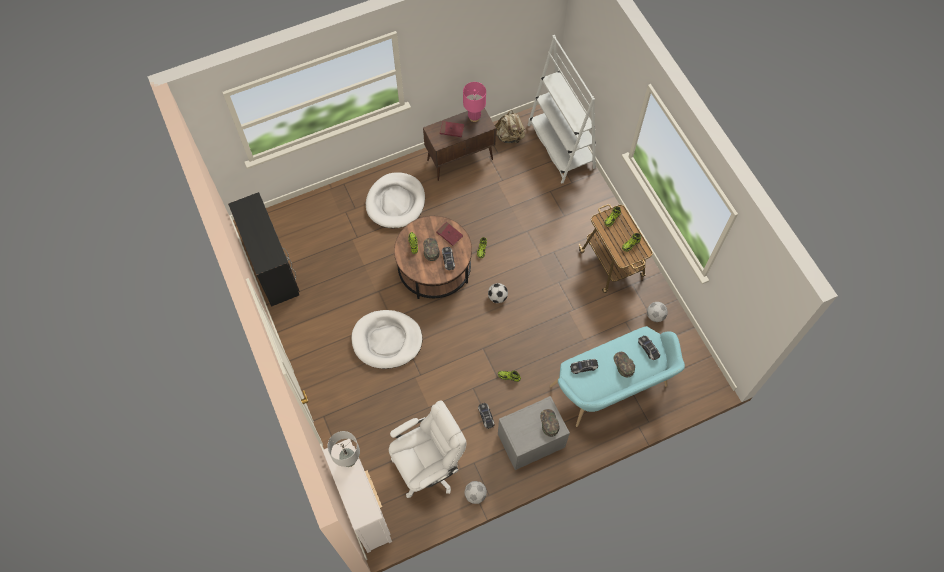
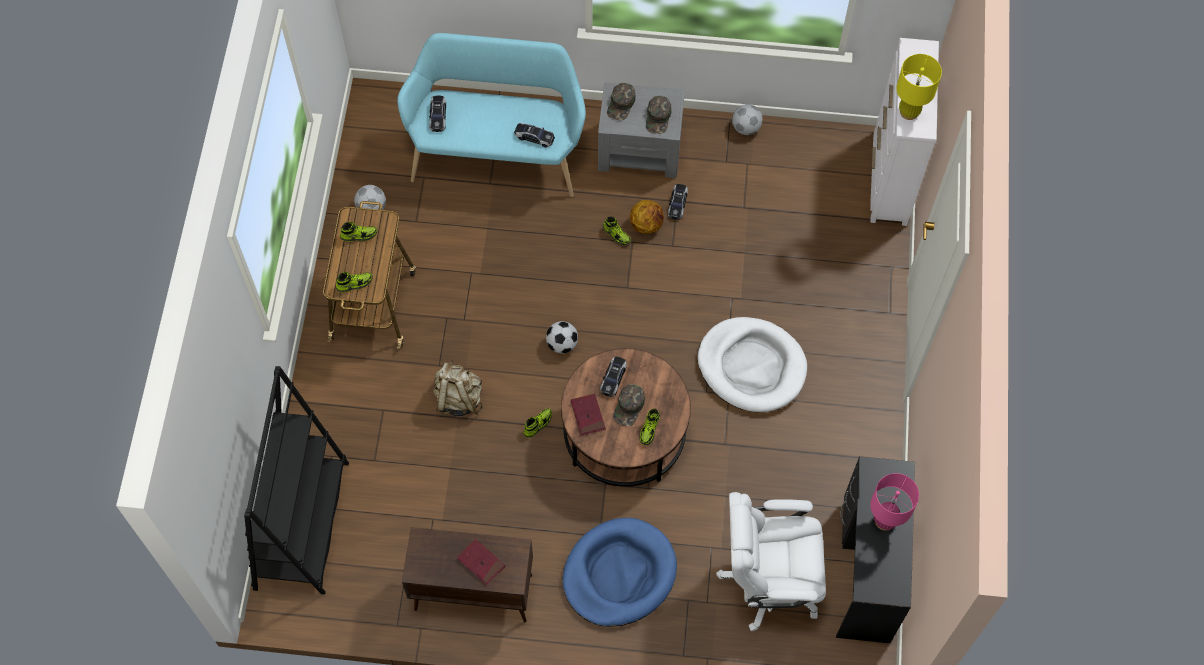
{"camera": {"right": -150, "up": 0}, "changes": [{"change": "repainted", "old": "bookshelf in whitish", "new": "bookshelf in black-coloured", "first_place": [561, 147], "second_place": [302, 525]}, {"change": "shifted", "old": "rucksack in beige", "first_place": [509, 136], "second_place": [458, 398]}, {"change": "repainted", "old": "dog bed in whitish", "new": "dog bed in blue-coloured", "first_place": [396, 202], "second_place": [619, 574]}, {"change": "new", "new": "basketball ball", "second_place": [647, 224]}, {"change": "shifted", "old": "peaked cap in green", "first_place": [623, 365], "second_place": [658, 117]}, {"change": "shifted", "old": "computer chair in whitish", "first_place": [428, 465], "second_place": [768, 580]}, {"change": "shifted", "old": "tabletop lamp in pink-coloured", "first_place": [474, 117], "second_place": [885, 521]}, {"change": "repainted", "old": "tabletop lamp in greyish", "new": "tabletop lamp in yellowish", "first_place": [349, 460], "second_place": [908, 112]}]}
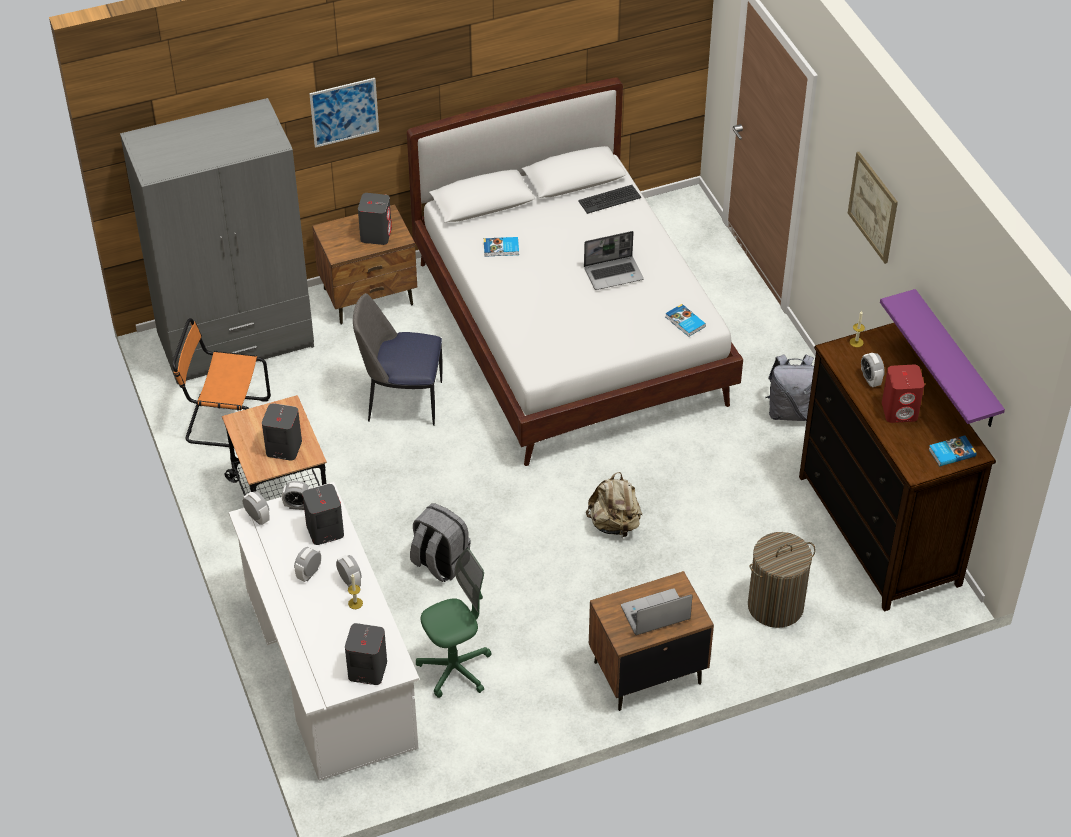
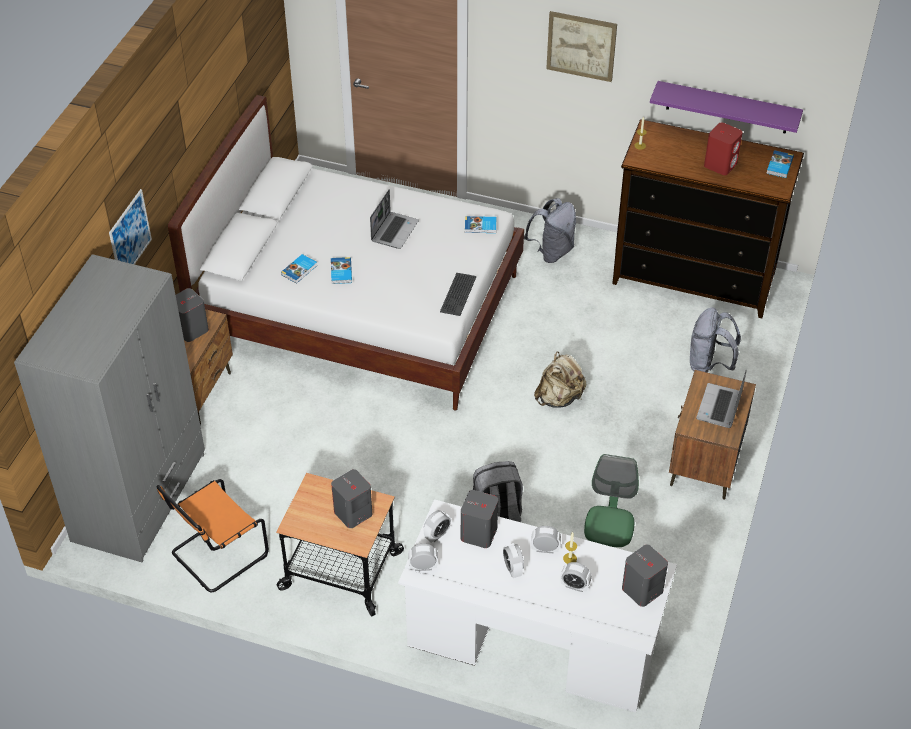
{"camera": {"right": -50, "up": 0}, "changes": [{"change": "new", "new": "book", "second_place": [340, 272]}, {"change": "shifted", "old": "computer keyboard", "first_place": [609, 199], "second_place": [457, 294]}, {"change": "shifted", "old": "table clock", "first_place": [870, 379], "second_place": [574, 586]}, {"change": "swapped", "old": "hamper", "new": "rucksack in greyish", "first_place": [775, 606], "second_place": [709, 365]}, {"change": "gone", "old": "plain chair", "first_place": [402, 400]}]}
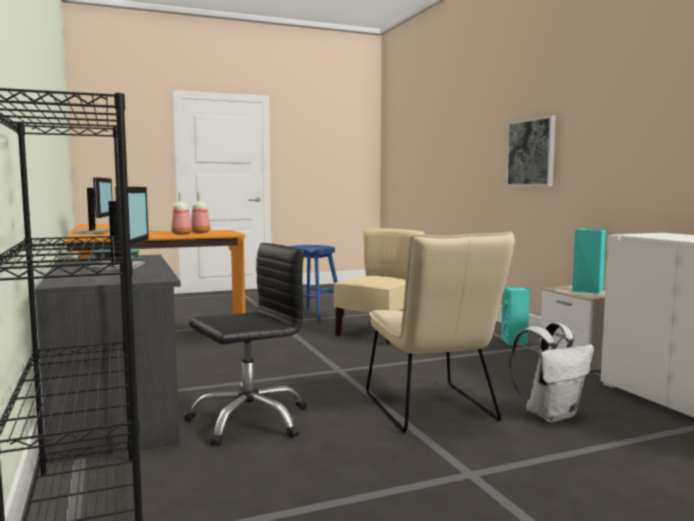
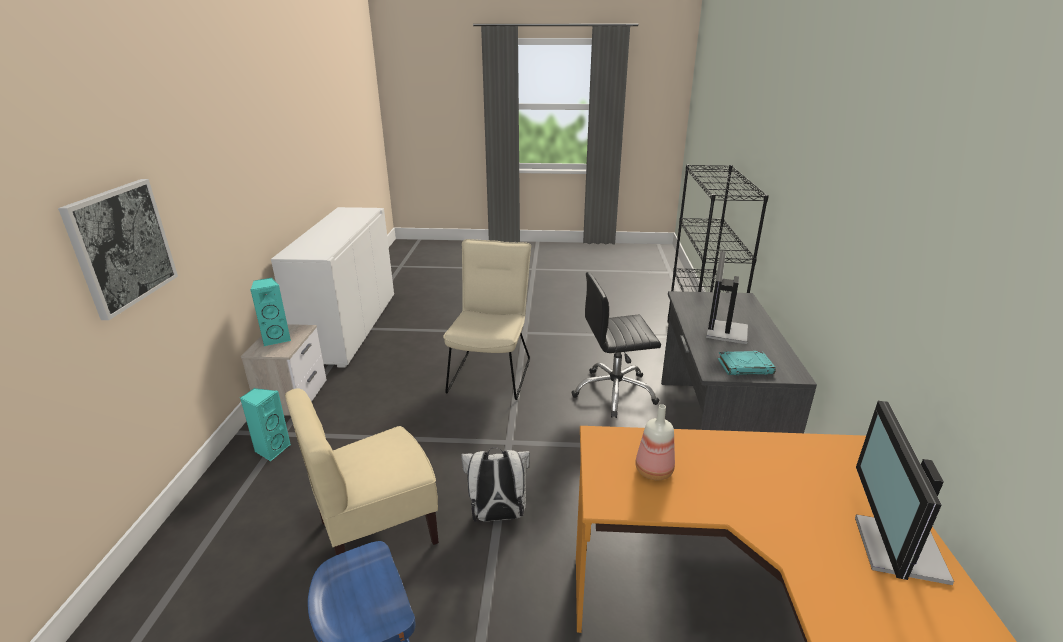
{"camera": {"right": -155, "up": 20}, "changes": [{"change": "shifted", "old": "rucksack in whitish", "first_place": [551, 415], "second_place": [498, 516]}, {"change": "gone", "old": "drink bottle", "first_place": [182, 234]}]}
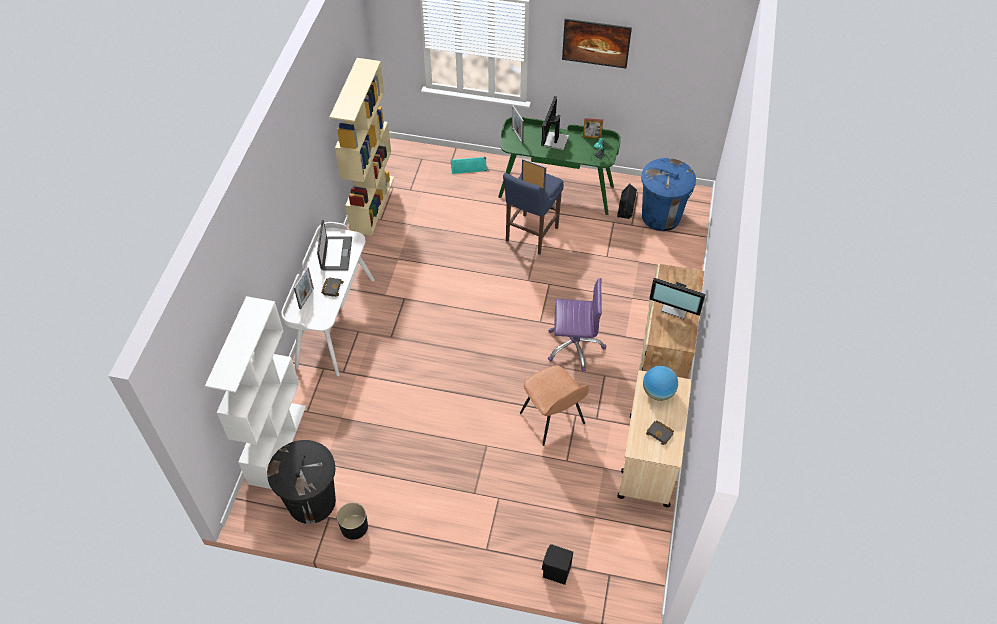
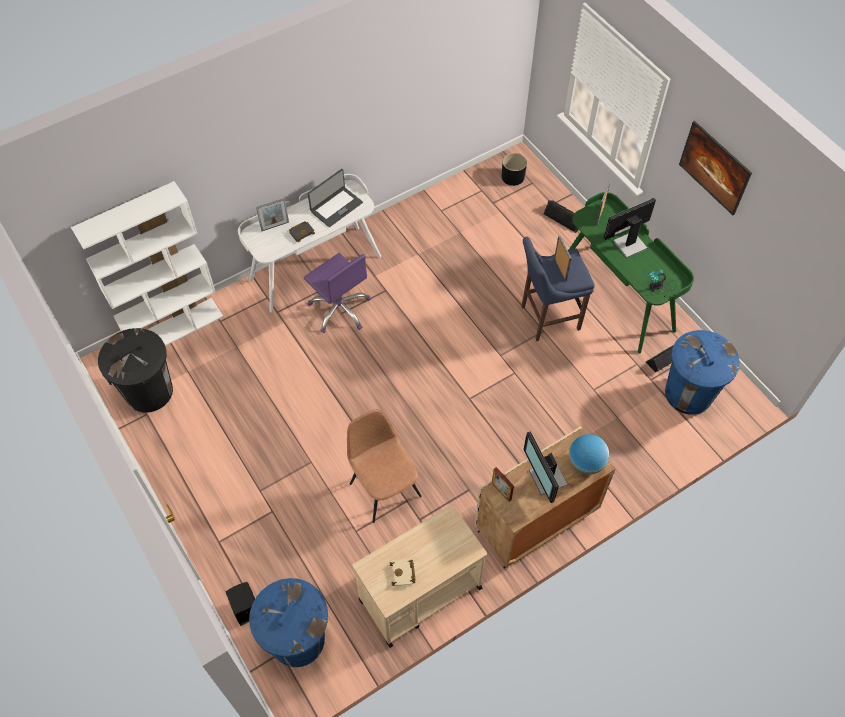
{"camera": {"right": 45, "up": 5}, "changes": [{"change": "new", "new": "trash can in blue-coloured", "second_place": [297, 639]}, {"change": "shifted", "old": "computer chair in purple", "first_place": [574, 346], "second_place": [340, 309]}, {"change": "rotated", "old": "plain chair in brown-coloured", "first_place": [553, 419], "second_place": [384, 488], "degrees": 135}, {"change": "repainted", "old": "book in black-coloured", "new": "book in beige", "first_place": [660, 433], "second_place": [403, 574]}, {"change": "shifted", "old": "photo frame", "first_place": [592, 137], "second_place": [501, 491]}, {"change": "shifted", "old": "planter in black-coloured", "first_place": [354, 527], "second_place": [512, 177]}, {"change": "repainted", "old": "audio speaker in turquoise-coloured", "new": "audio speaker in black-coloured", "first_place": [468, 166], "second_place": [564, 218]}, {"change": "shifted", "old": "world globe", "first_place": [658, 392], "second_place": [586, 462]}, {"change": "gone", "old": "bookshelf in beige", "first_place": [372, 203]}]}
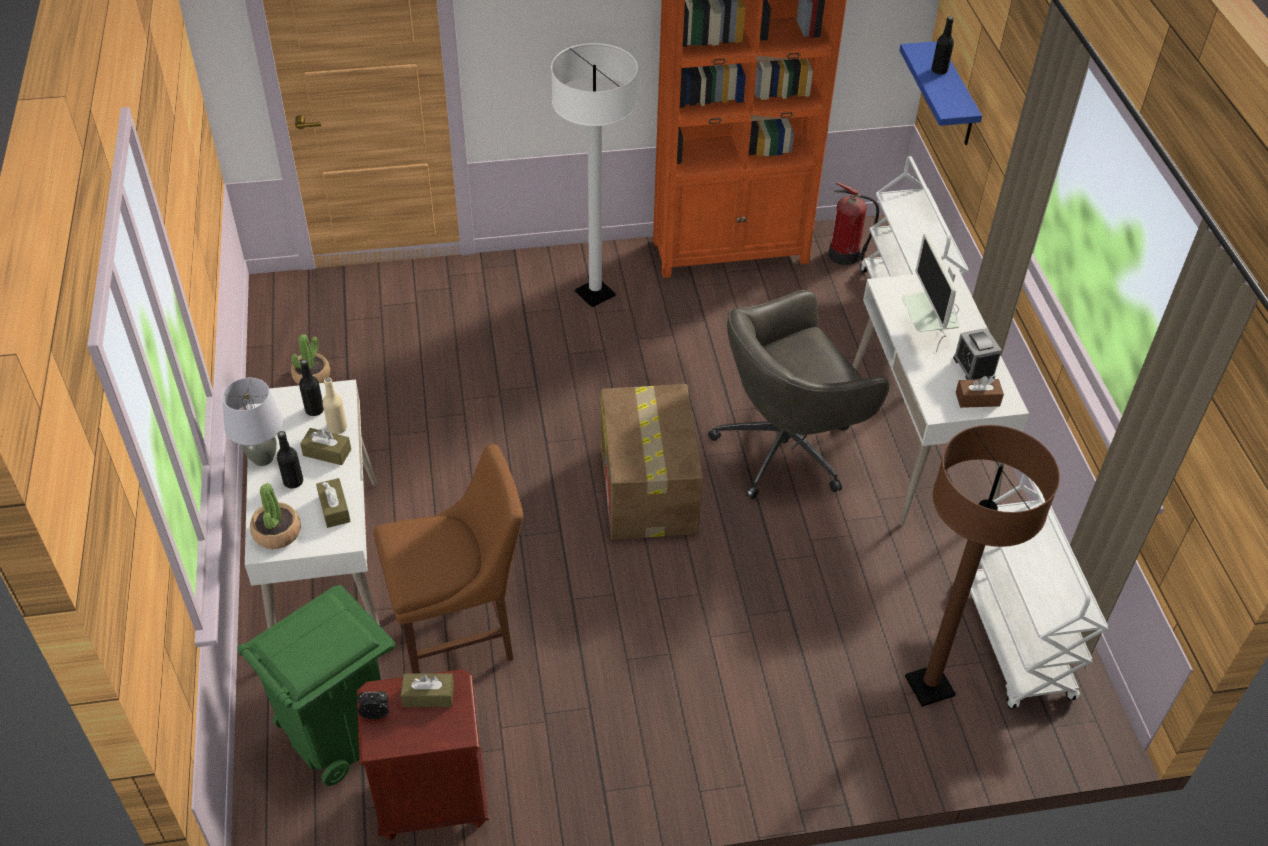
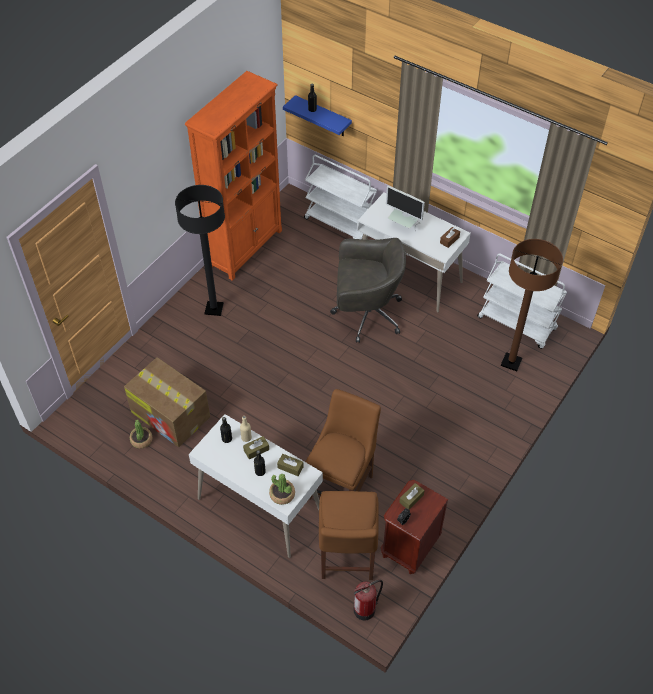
{"camera": {"right": -45, "up": 5}, "changes": [{"change": "shifted", "old": "carton", "first_place": [648, 490], "second_place": [171, 415]}, {"change": "repainted", "old": "floor lamp in whitish", "new": "floor lamp in black-coloured", "first_place": [595, 294], "second_place": [214, 309]}, {"change": "swapped", "old": "trash can in green", "new": "plain chair in brown-coloured", "first_place": [337, 732], "second_place": [346, 558]}, {"change": "rotated", "old": "computer chair in greyish", "first_place": [787, 447], "second_place": [366, 314], "degrees": -105}, {"change": "shifted", "old": "extinguisher", "first_place": [845, 255], "second_place": [365, 609]}, {"change": "gone", "old": "tabletop lamp in greyish", "first_place": [263, 458]}, {"change": "gone", "old": "table clock", "first_place": [973, 367]}]}
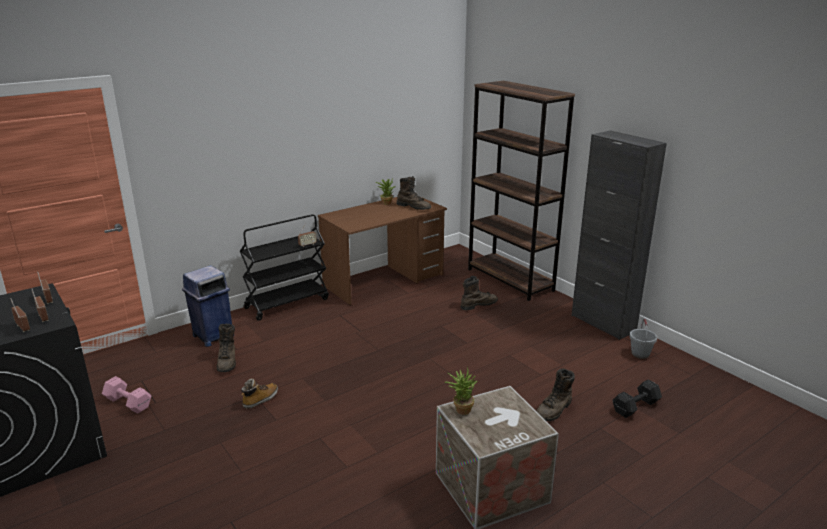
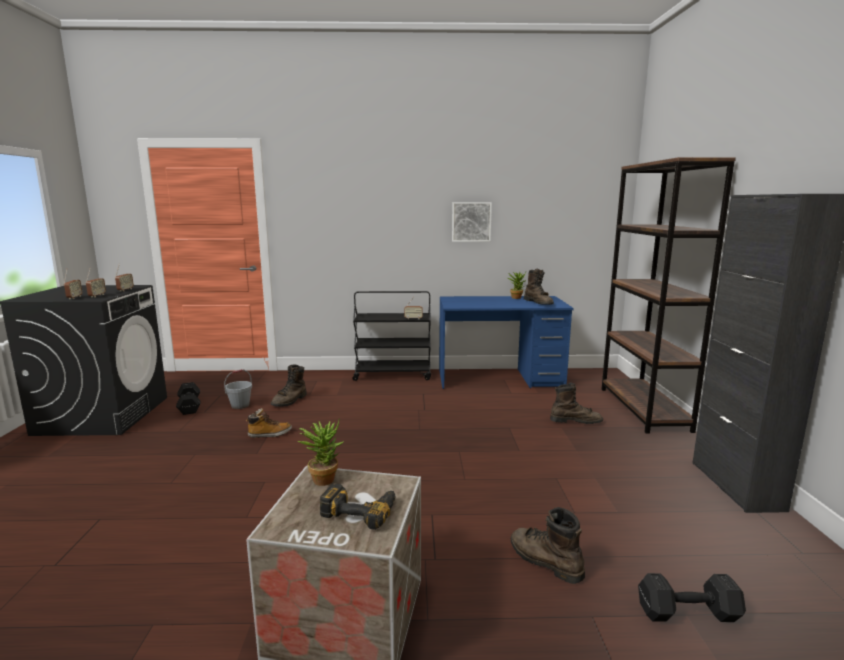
{"camera": {"right": 35, "up": -10}, "changes": [{"change": "repainted", "old": "hand weight in pink-coloured", "new": "hand weight in black-coloured", "first_place": [128, 402], "second_place": [190, 406]}, {"change": "shifted", "old": "water bucket in greyish", "first_place": [640, 354], "second_place": [240, 405]}, {"change": "new", "new": "electric drill", "second_place": [361, 510]}, {"change": "repainted", "old": "desk unit in brown-coloured", "new": "desk unit in blue-coloured", "first_place": [384, 280], "second_place": [499, 379]}, {"change": "new", "new": "picture", "second_place": [471, 221]}, {"change": "rotated", "old": "high-top boot in brown-coloured", "first_place": [554, 410], "second_place": [544, 561], "degrees": 60}, {"change": "gone", "old": "trash can in blue-coloured", "first_place": [212, 336]}]}
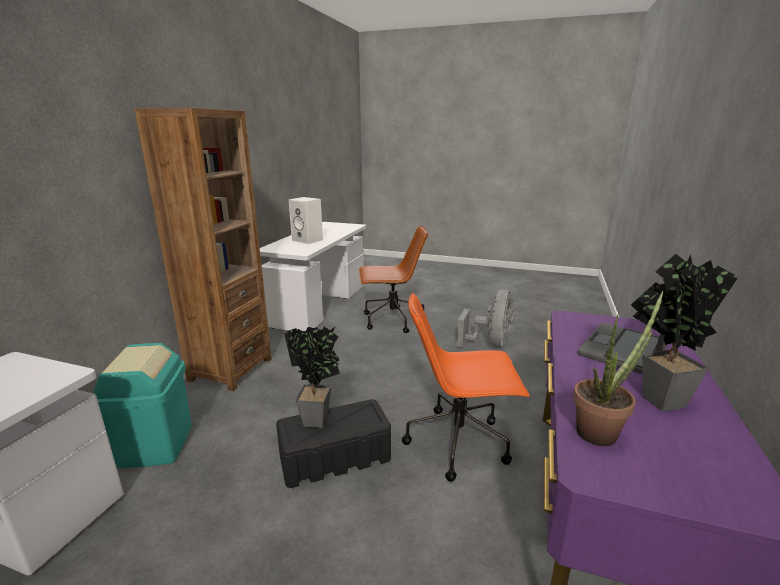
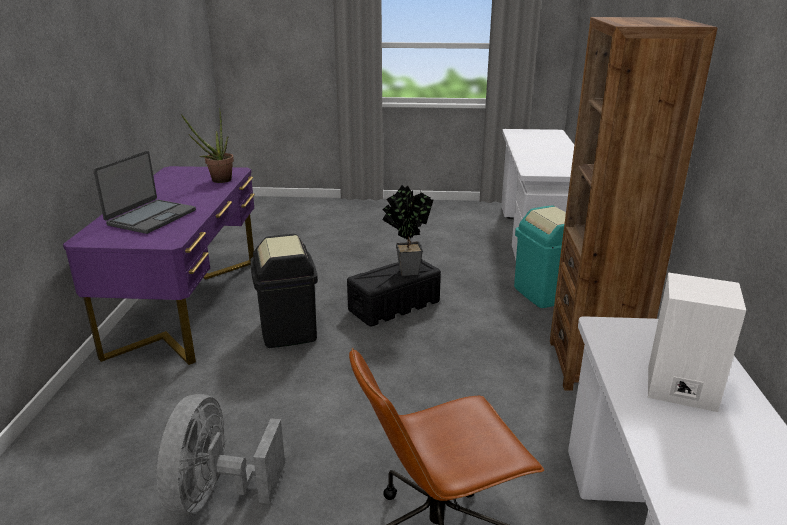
{"camera": {"right": 165, "up": 5}, "changes": [{"change": "swapped", "old": "computer chair in orange-coloured", "new": "trash can in black-coloured", "first_place": [459, 442], "second_place": [289, 331]}, {"change": "gone", "old": "houseplant", "first_place": [656, 400]}]}
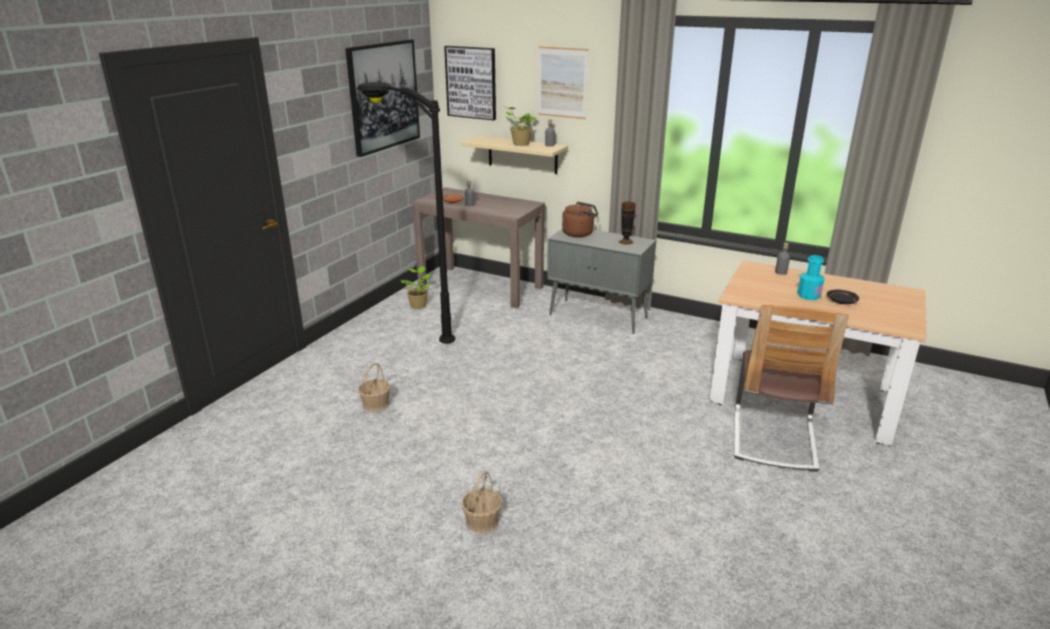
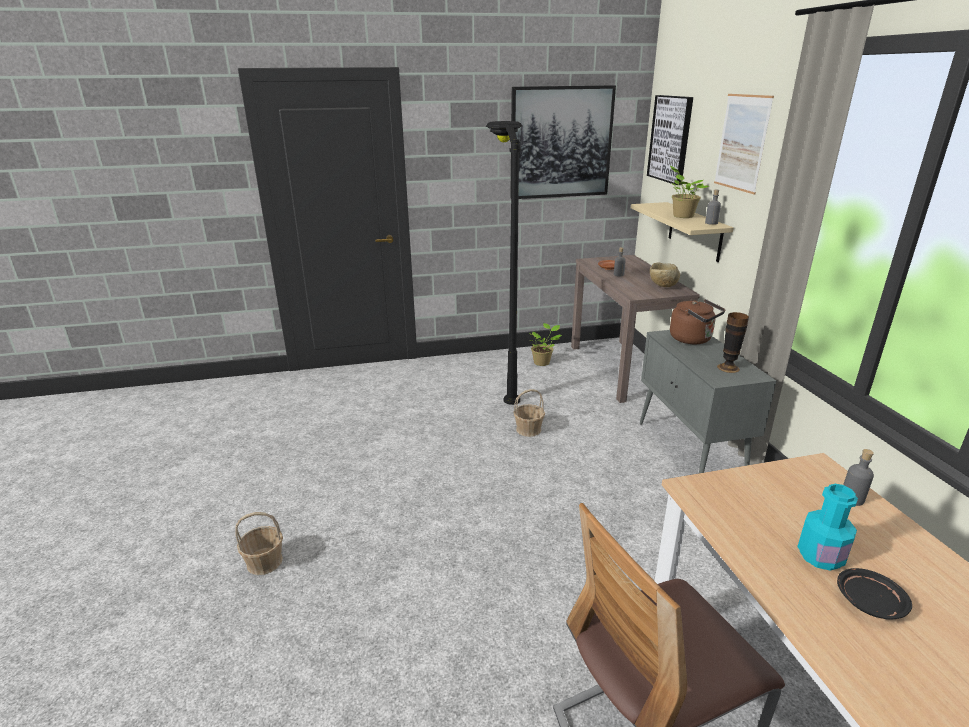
{"camera": {"right": 50, "up": 0}, "changes": [{"change": "shifted", "old": "household basket", "first_place": [376, 404], "second_place": [529, 429]}, {"change": "new", "new": "serving bowl in beige", "second_place": [662, 286]}]}
